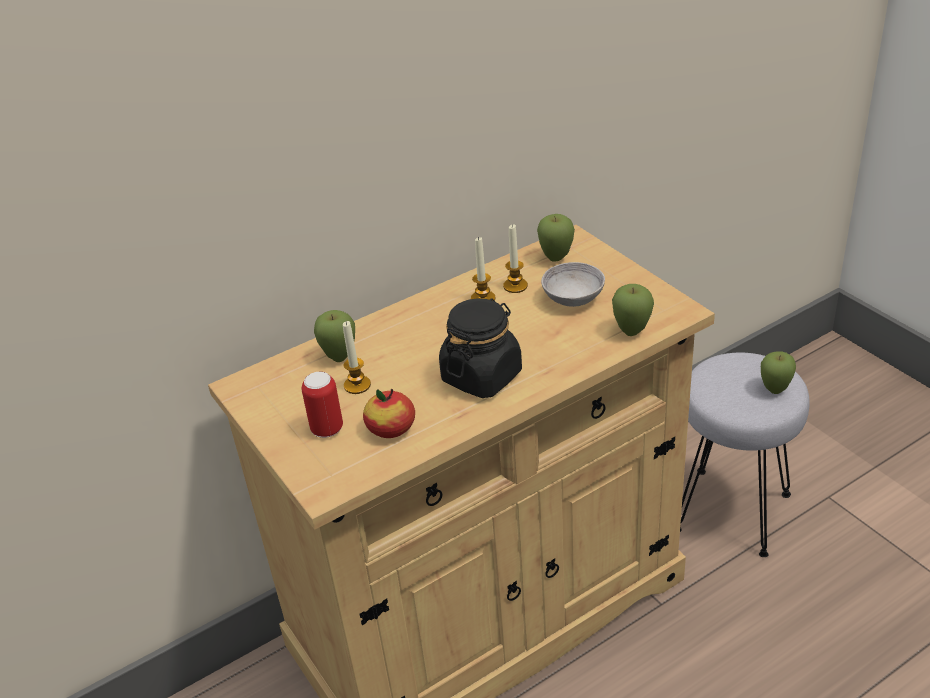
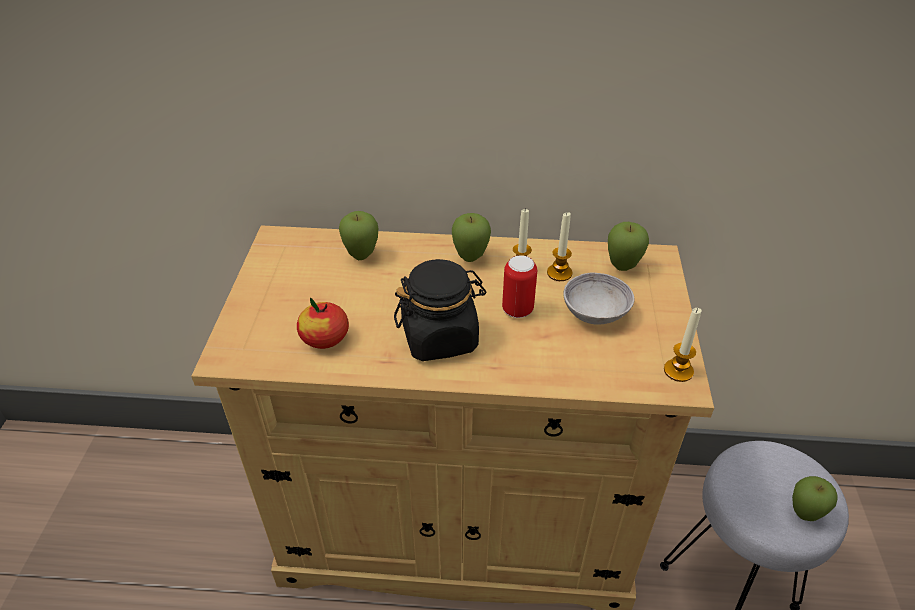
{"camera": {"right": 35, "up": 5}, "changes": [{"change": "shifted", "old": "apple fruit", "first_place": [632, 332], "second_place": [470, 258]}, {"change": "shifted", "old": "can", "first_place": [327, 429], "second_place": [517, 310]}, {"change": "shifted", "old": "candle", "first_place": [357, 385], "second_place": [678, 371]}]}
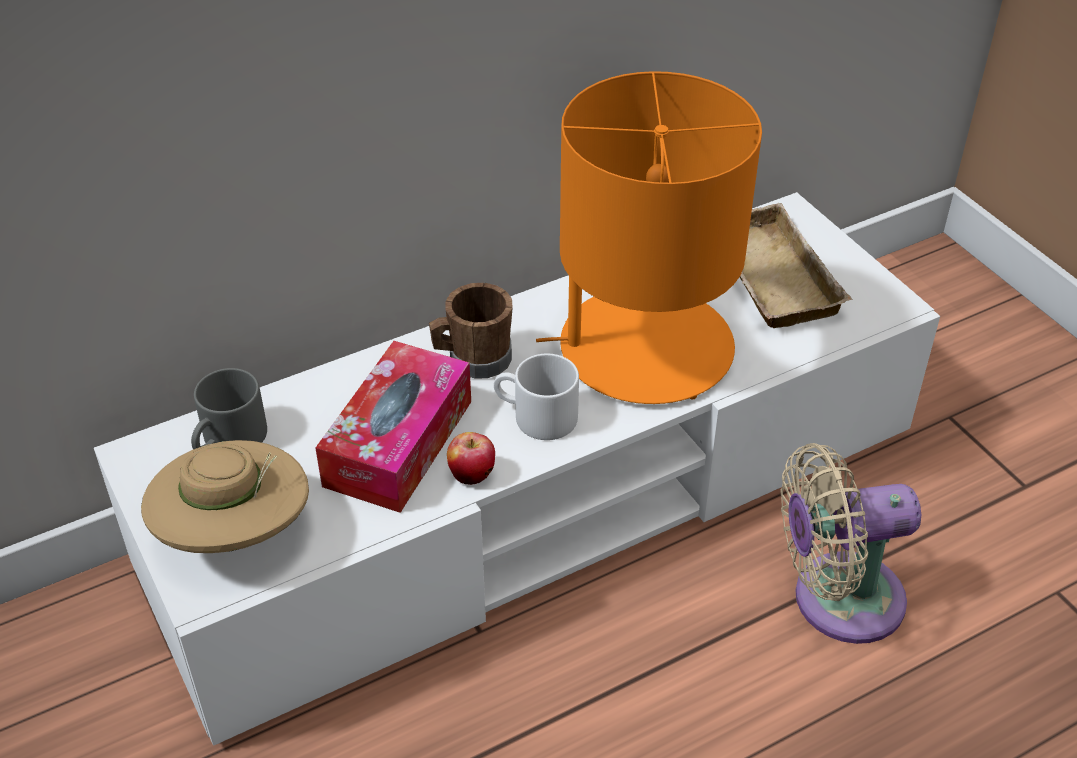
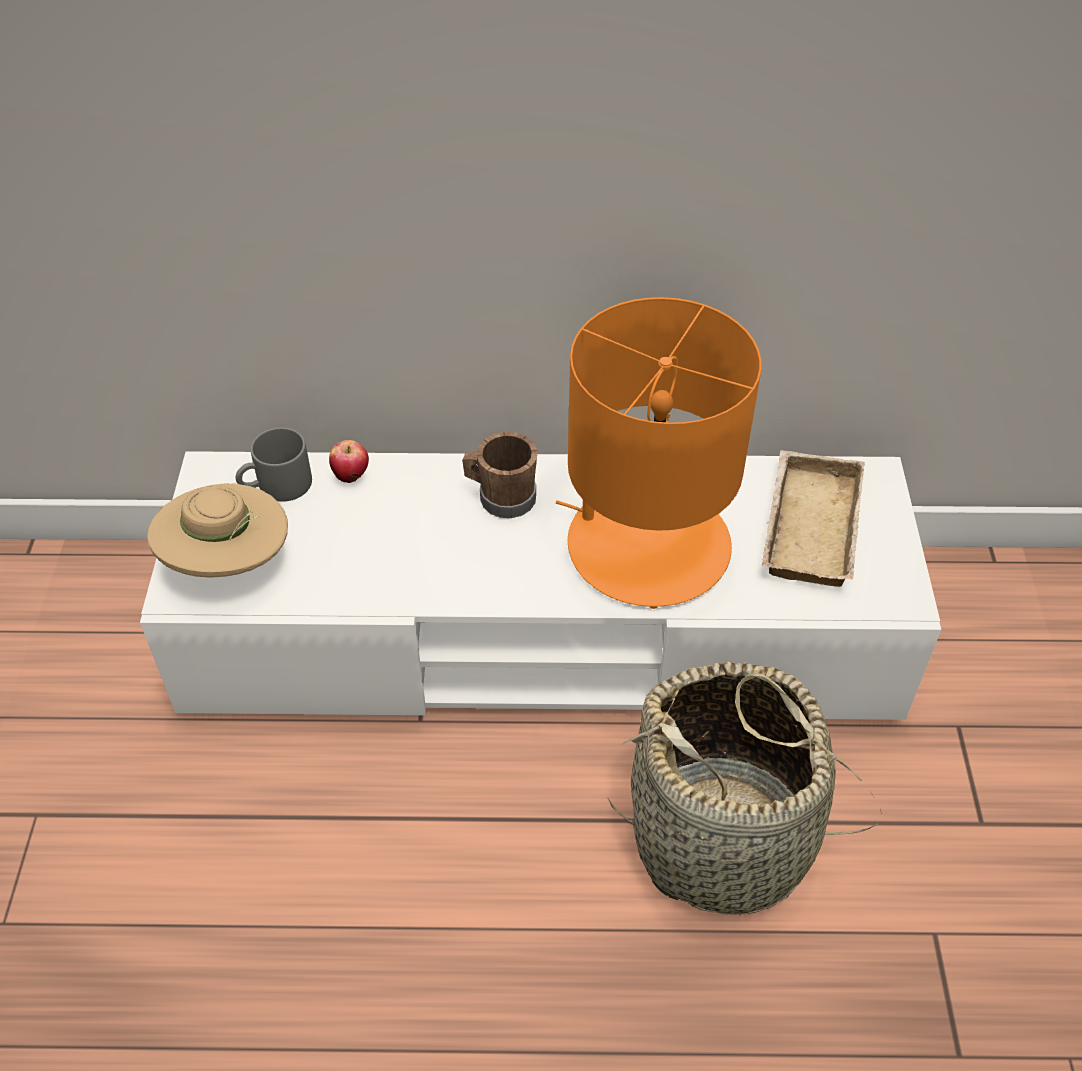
{"camera": {"right": 30, "up": 5}, "changes": [{"change": "shifted", "old": "apple fruit", "first_place": [472, 475], "second_place": [351, 476]}, {"change": "swapped", "old": "fan in beige", "new": "household basket", "first_place": [836, 600], "second_place": [724, 838]}, {"change": "gone", "old": "tissue holder", "first_place": [398, 443]}, {"change": "gone", "old": "tea mug in whitish", "first_place": [535, 416]}]}
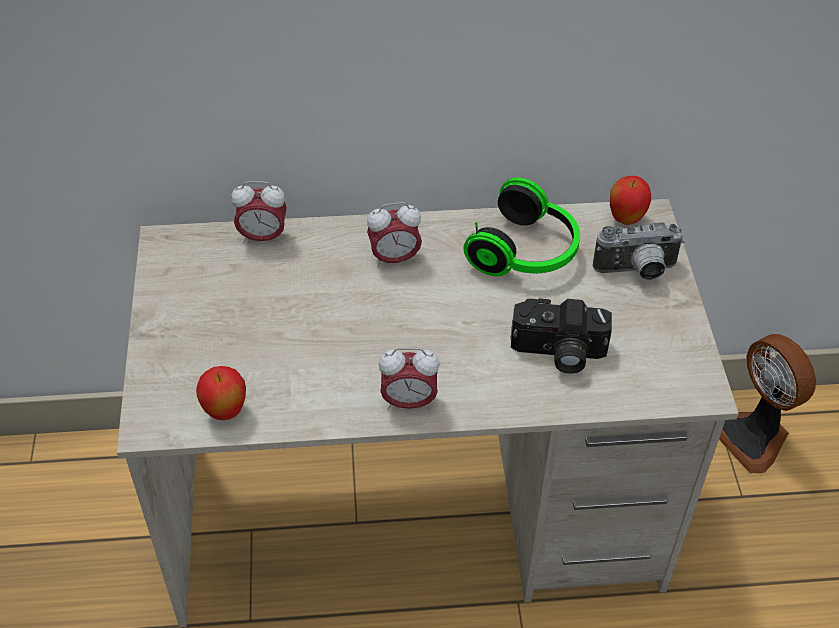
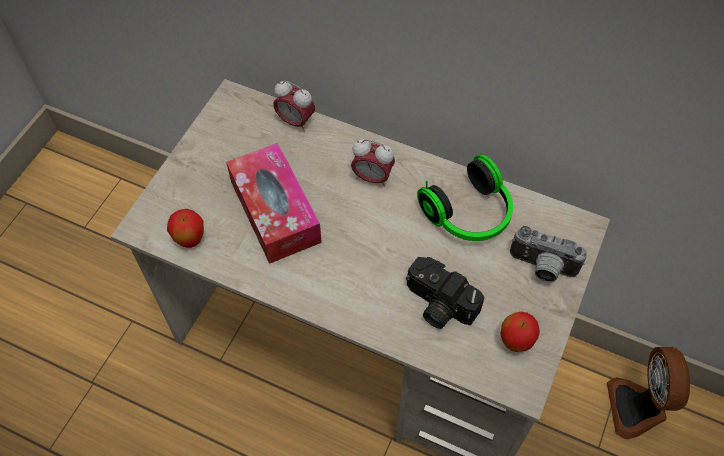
{"camera": {"right": 30, "up": 10}, "changes": [{"change": "new", "new": "tissue holder", "second_place": [275, 212]}, {"change": "shifted", "old": "apple fruit", "first_place": [626, 219], "second_place": [515, 342]}, {"change": "gone", "old": "table clock", "first_place": [408, 402]}]}
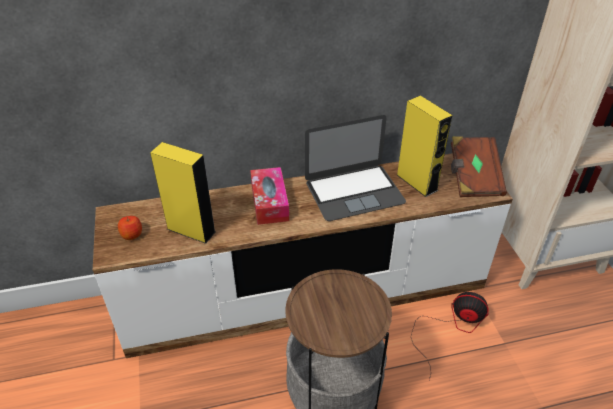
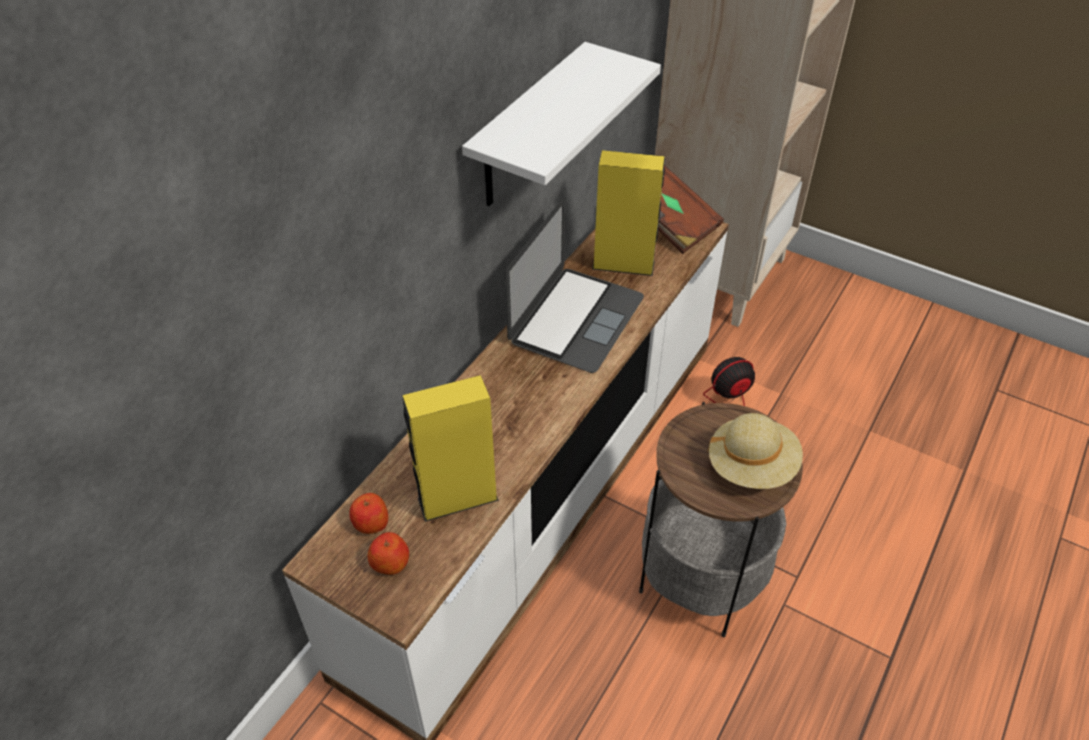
{"camera": {"right": -45, "up": 5}, "changes": [{"change": "new", "new": "apple fruit", "second_place": [371, 523]}, {"change": "new", "new": "shelf in whitish", "second_place": [528, 129]}, {"change": "new", "new": "wearable hat in beige", "second_place": [751, 466]}, {"change": "gone", "old": "tissue holder", "first_place": [269, 202]}]}
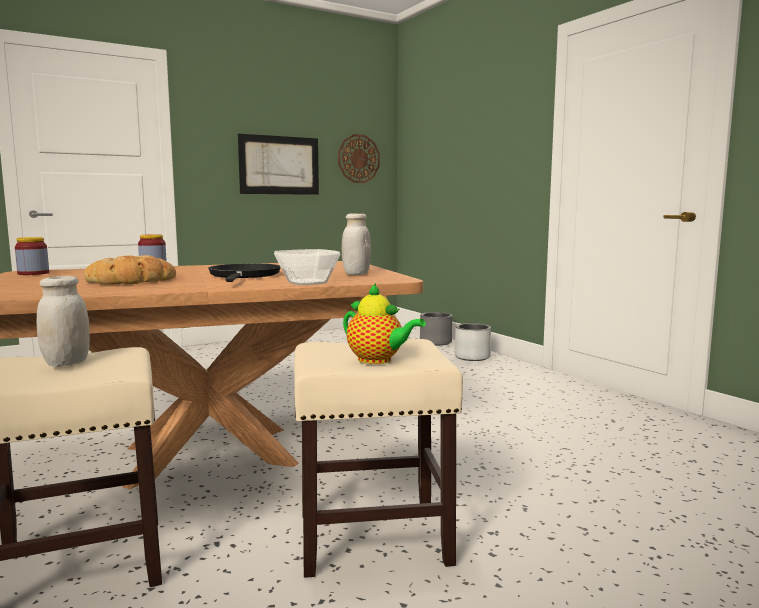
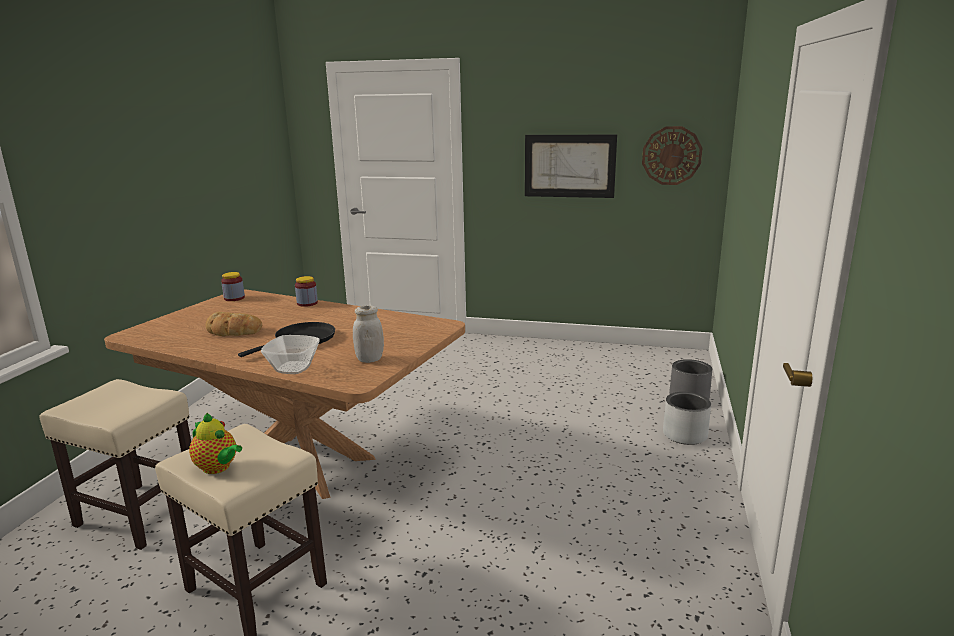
{"camera": {"right": 45, "up": 10}, "changes": [{"change": "rotated", "old": "pot for tea", "first_place": [378, 360], "second_place": [218, 468], "degrees": -45}, {"change": "gone", "old": "jar in whitish", "first_place": [66, 363]}]}
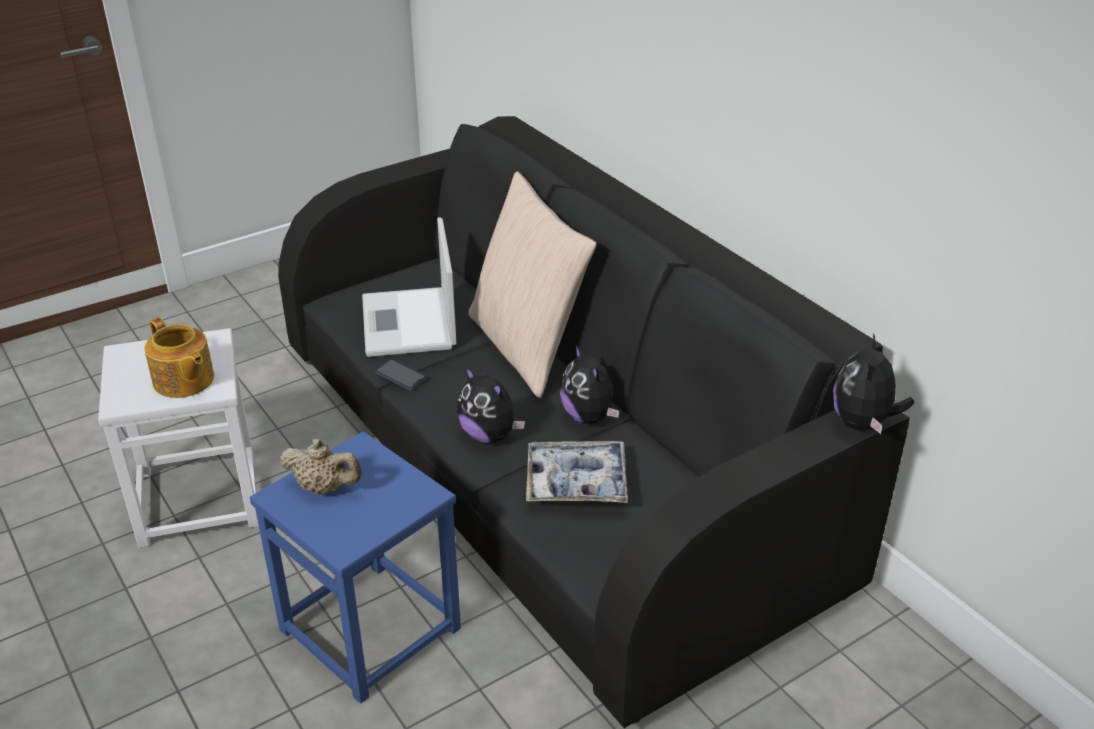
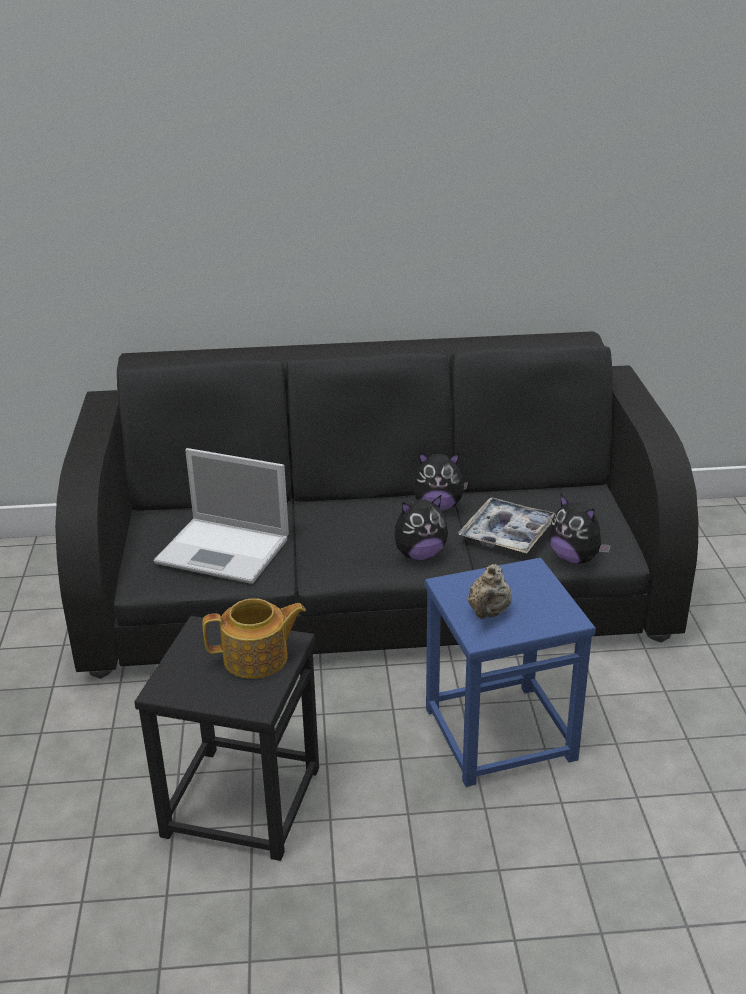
{"camera": {"right": -60, "up": -5}, "changes": [{"change": "repainted", "old": "stool seat in whitish", "new": "stool seat in black-coloured", "first_place": [199, 497], "second_place": [241, 801]}, {"change": "rotated", "old": "pot for tea in beige", "first_place": [324, 488], "second_place": [488, 613], "degrees": 150}, {"change": "shifted", "old": "plush toy", "first_place": [863, 423], "second_place": [575, 558]}, {"change": "gone", "old": "handset", "first_place": [400, 376]}, {"change": "gone", "old": "throw pillow in beige", "first_place": [527, 347]}]}
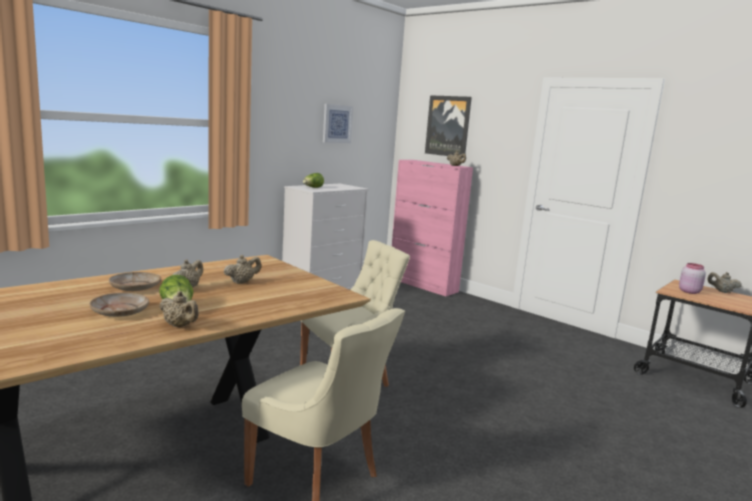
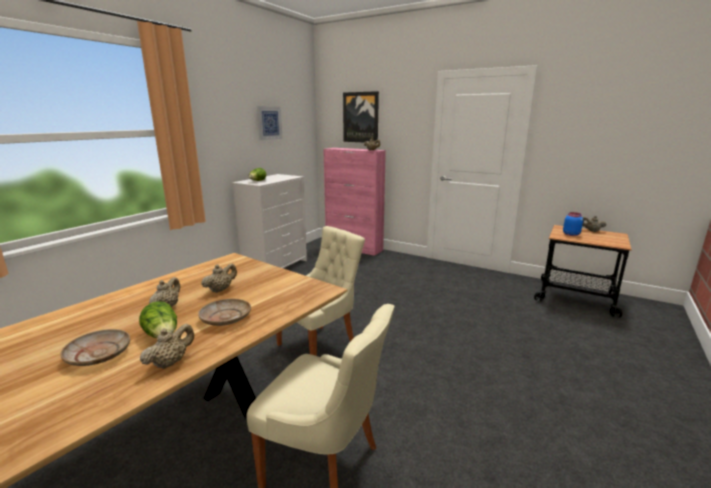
{"camera": {"right": -10, "up": 5}, "changes": [{"change": "rotated", "old": "pot for tea in beige", "first_place": [180, 326], "second_place": [171, 362], "degrees": -75}, {"change": "shifted", "old": "flat dish in beige", "first_place": [135, 287], "second_place": [225, 318]}, {"change": "repainted", "old": "jar in pink-coloured", "new": "jar in blue-coloured", "first_place": [689, 291], "second_place": [570, 234]}]}
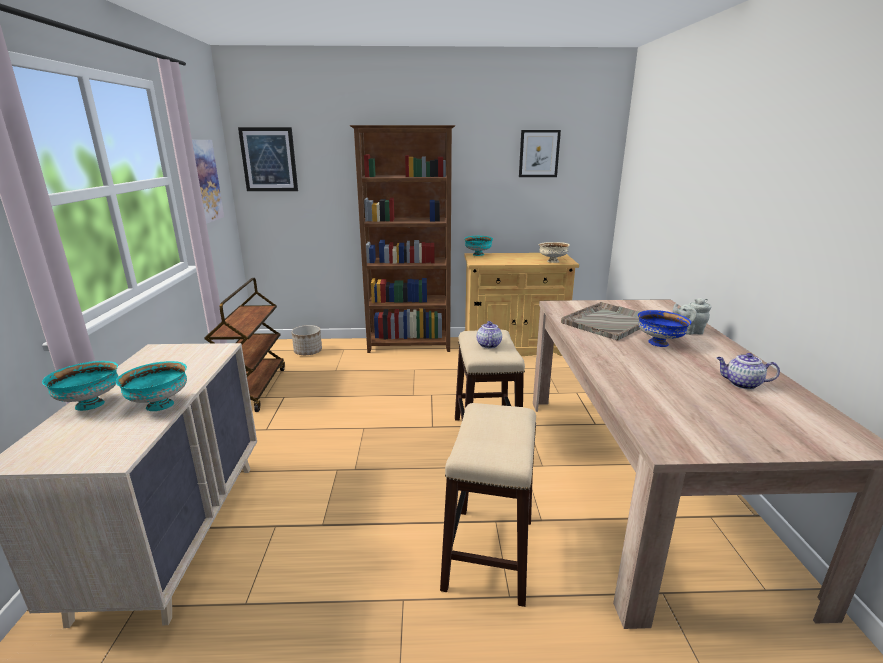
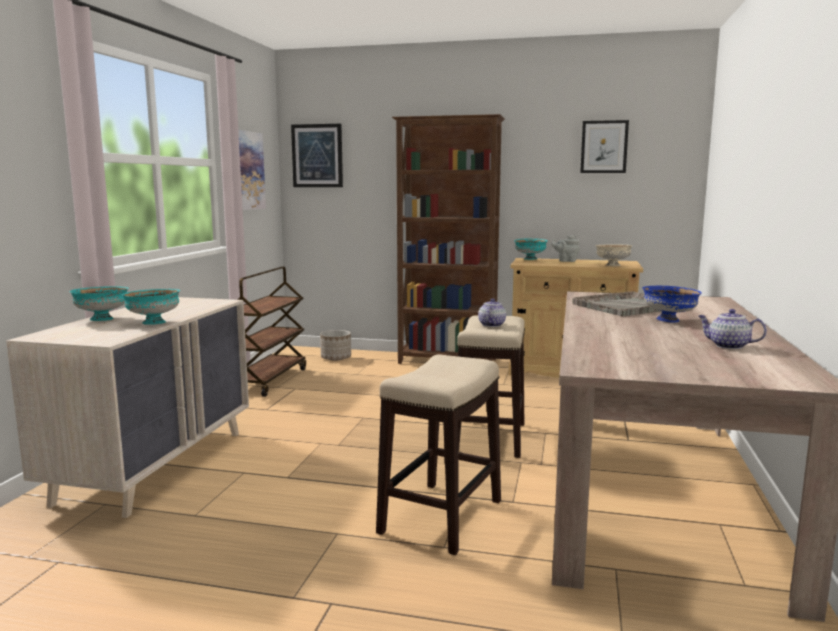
{"camera": {"right": 15, "up": -10}, "changes": [{"change": "shifted", "old": "pot for tea in greyish", "first_place": [689, 331], "second_place": [566, 261]}]}
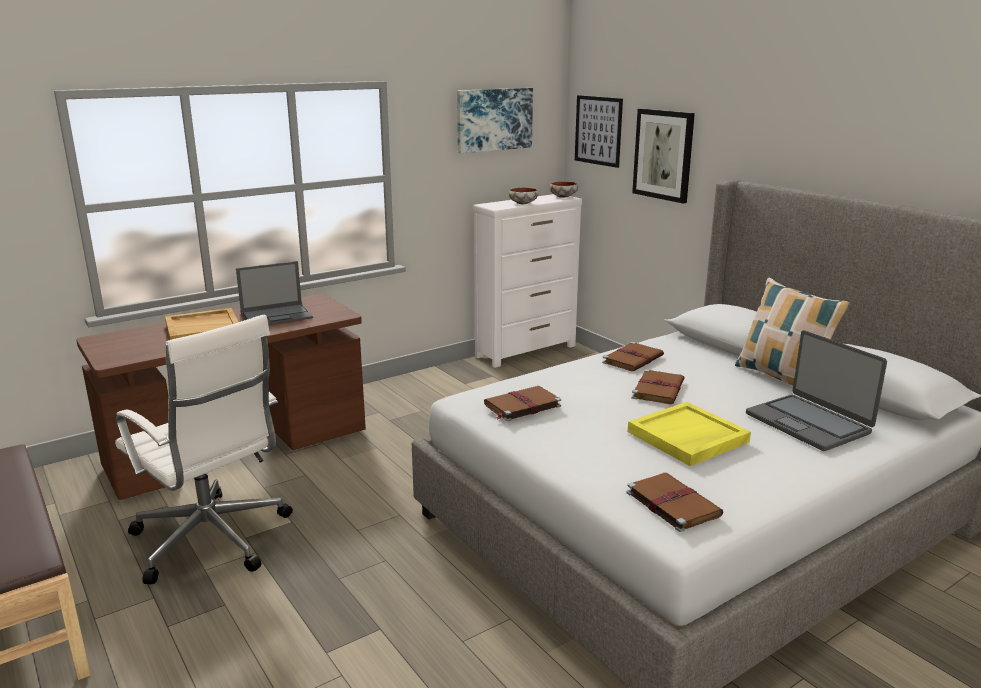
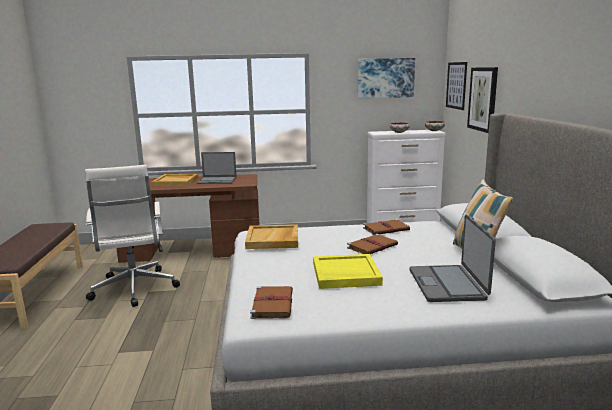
{"camera": {"right": 30, "up": -5}, "changes": [{"change": "swapped", "old": "book in brown-coloured", "new": "tray in beige", "first_place": [521, 406], "second_place": [273, 239]}]}
